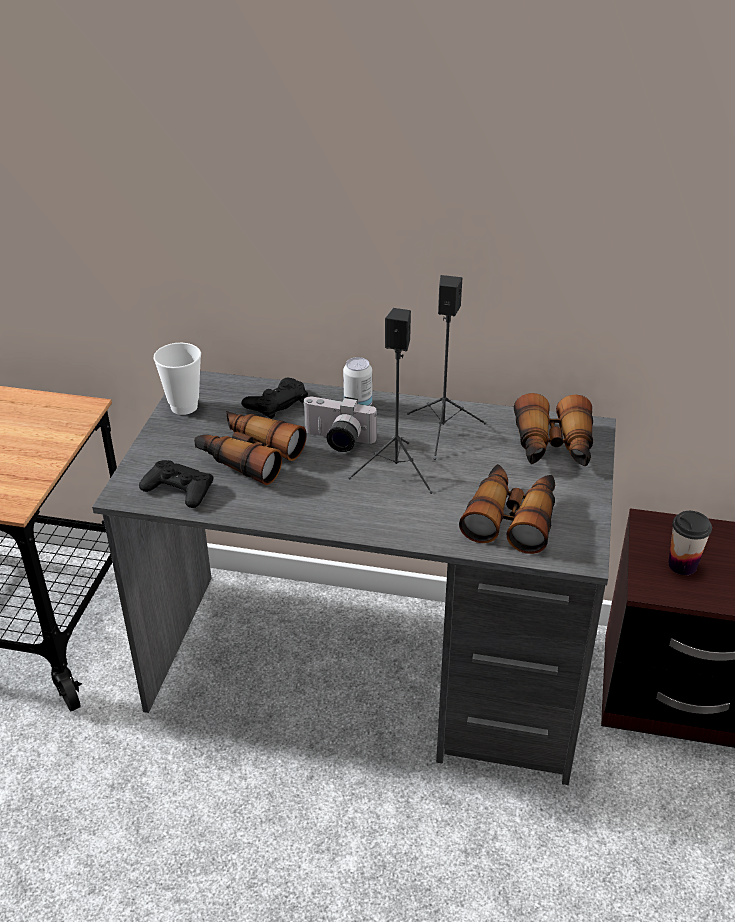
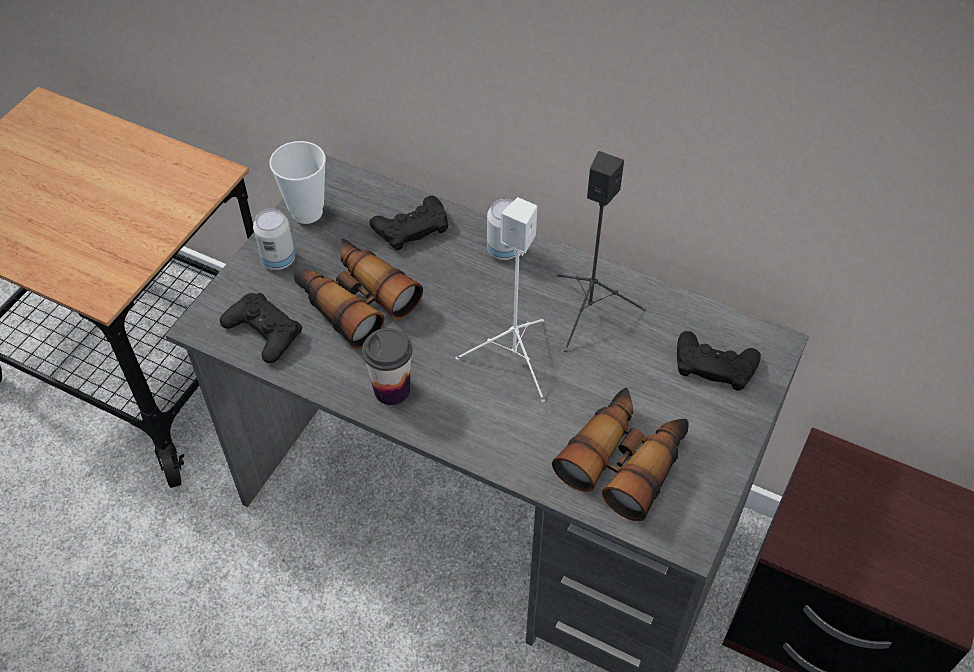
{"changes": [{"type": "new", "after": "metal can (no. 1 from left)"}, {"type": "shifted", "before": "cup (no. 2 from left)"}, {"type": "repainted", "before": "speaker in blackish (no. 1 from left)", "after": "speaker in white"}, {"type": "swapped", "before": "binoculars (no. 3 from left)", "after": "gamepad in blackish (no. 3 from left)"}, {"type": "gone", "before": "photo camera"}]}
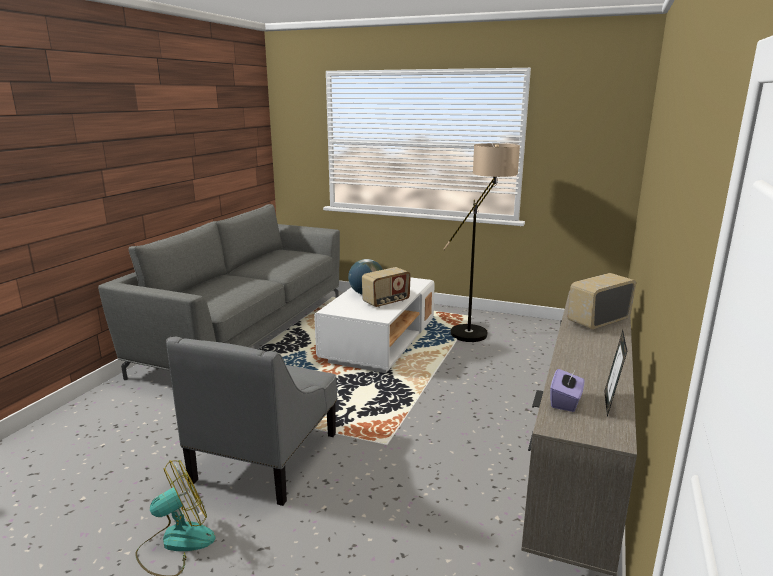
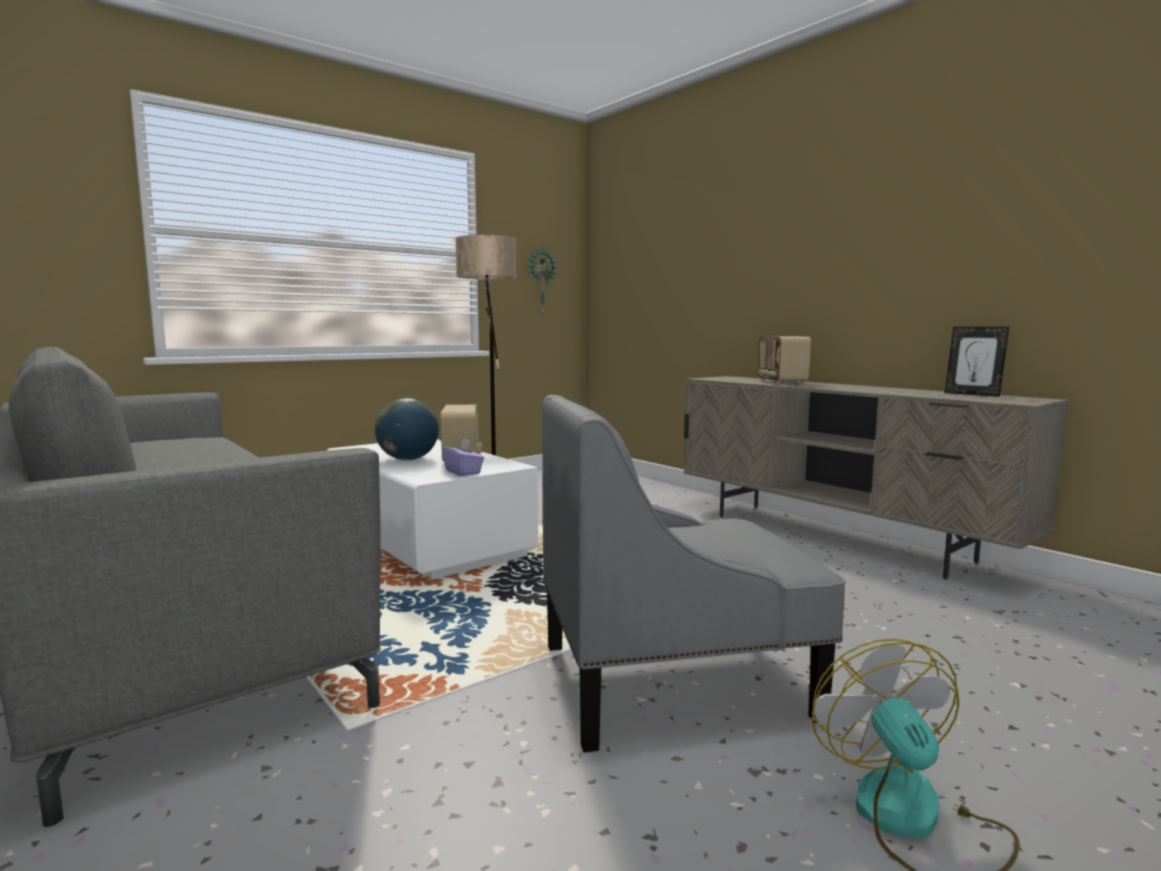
{"changes": [{"type": "shifted", "before": "tissue box in purplish"}, {"type": "new", "after": "wall clock"}, {"type": "rotated", "before": "armchair in gray", "turn": 120}]}
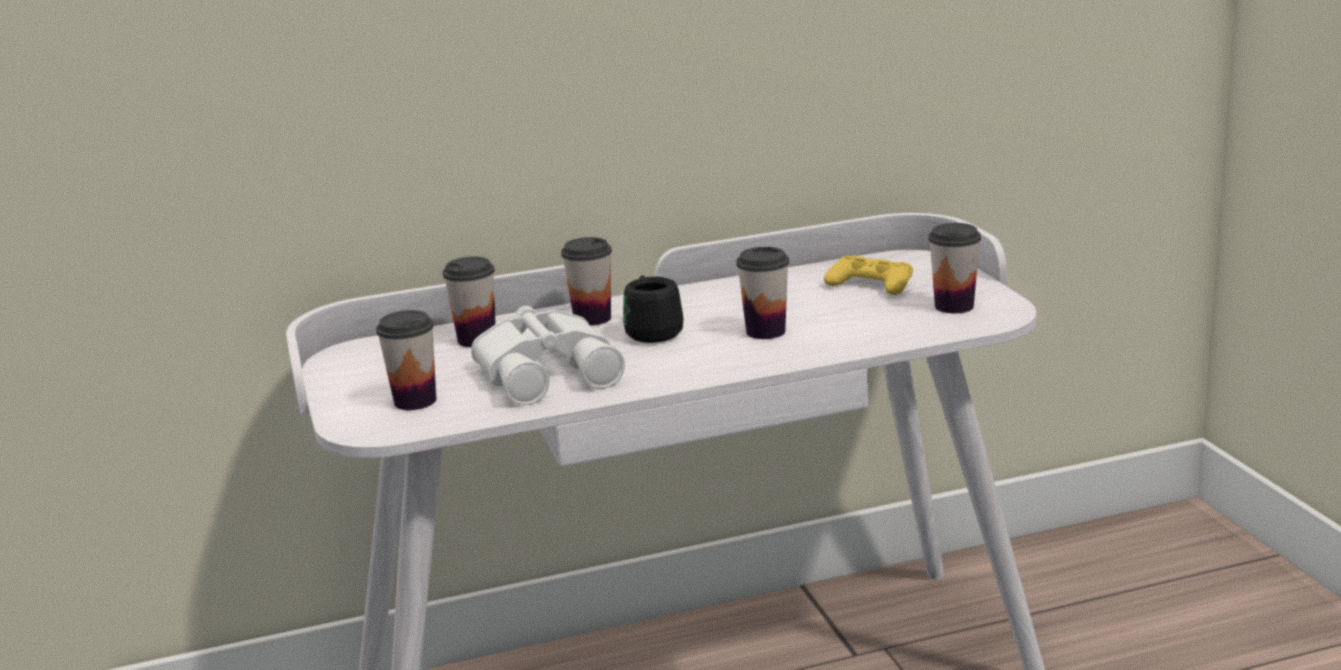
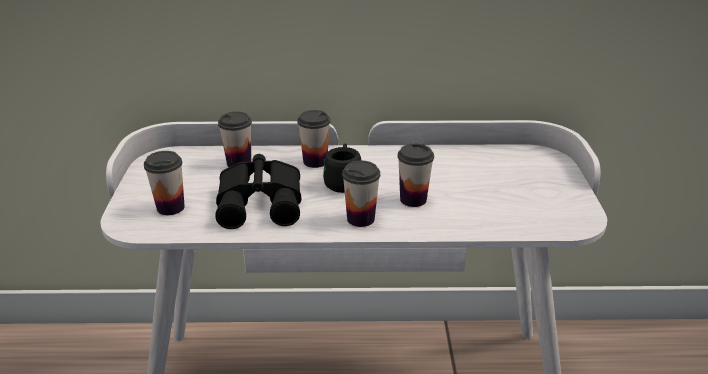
{"changes": [{"type": "repainted", "before": "binoculars in white", "after": "binoculars in blackish"}, {"type": "shifted", "before": "cup (no. 5 from left in the first image)", "after": "cup (no. 4 from left)"}, {"type": "gone", "before": "gamepad in yellow"}]}
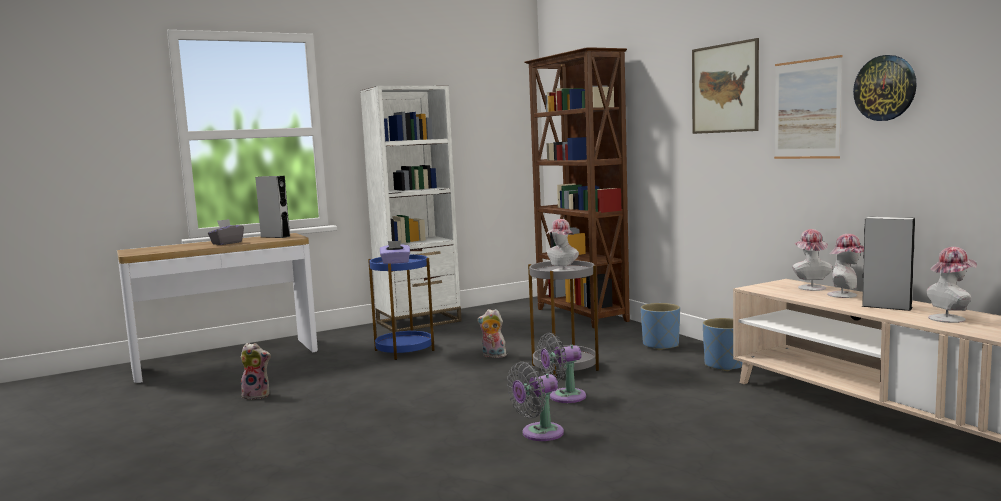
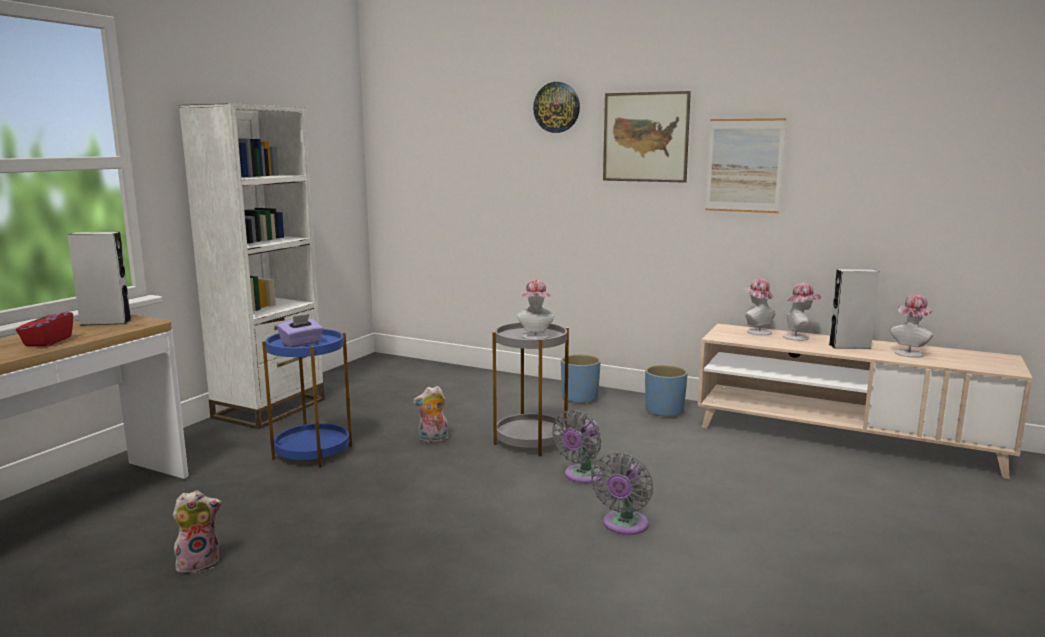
{"changes": [{"type": "repainted", "before": "tissue box in gray", "after": "tissue box in red-coloured"}, {"type": "shifted", "before": "wall clock"}, {"type": "gone", "before": "bookcase in brown-coloured"}]}
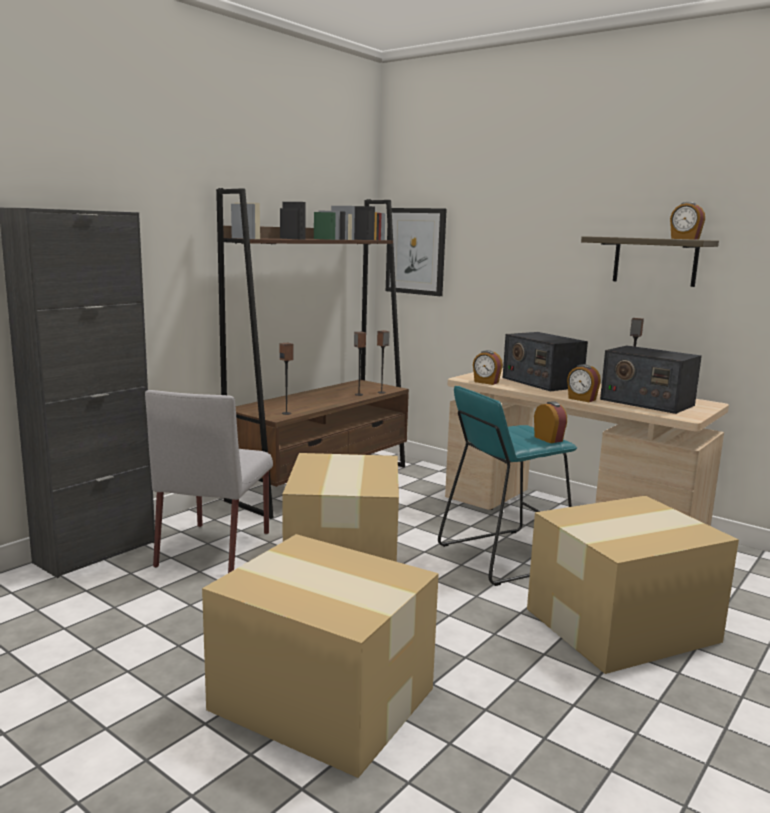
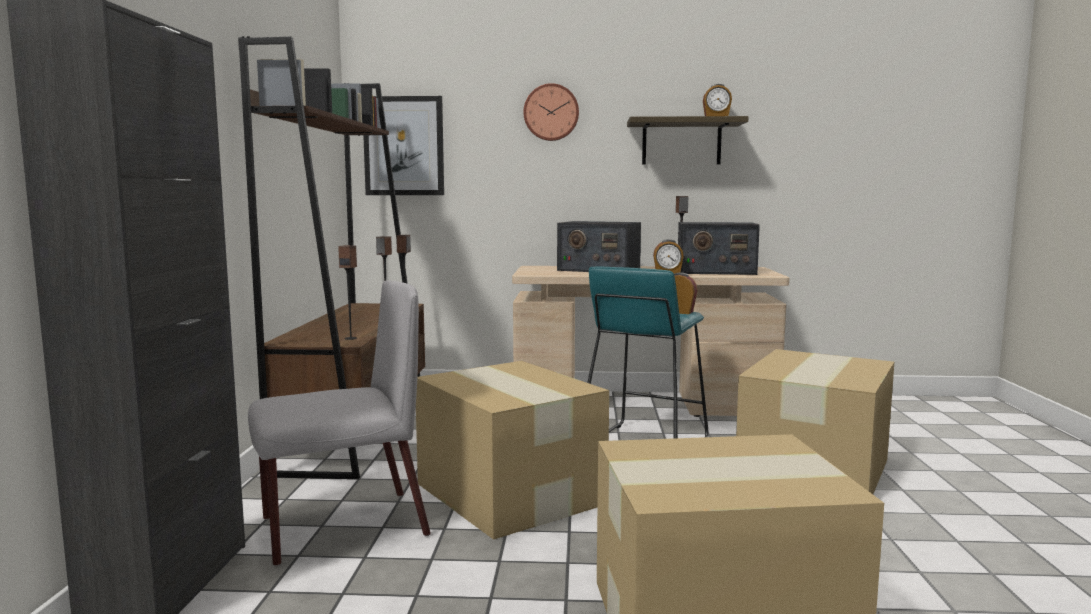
{"changes": [{"type": "rotated", "before": "plain chair in gray", "turn": -90}, {"type": "new", "after": "wall clock"}, {"type": "gone", "before": "table clock (no. 1 from left)"}]}
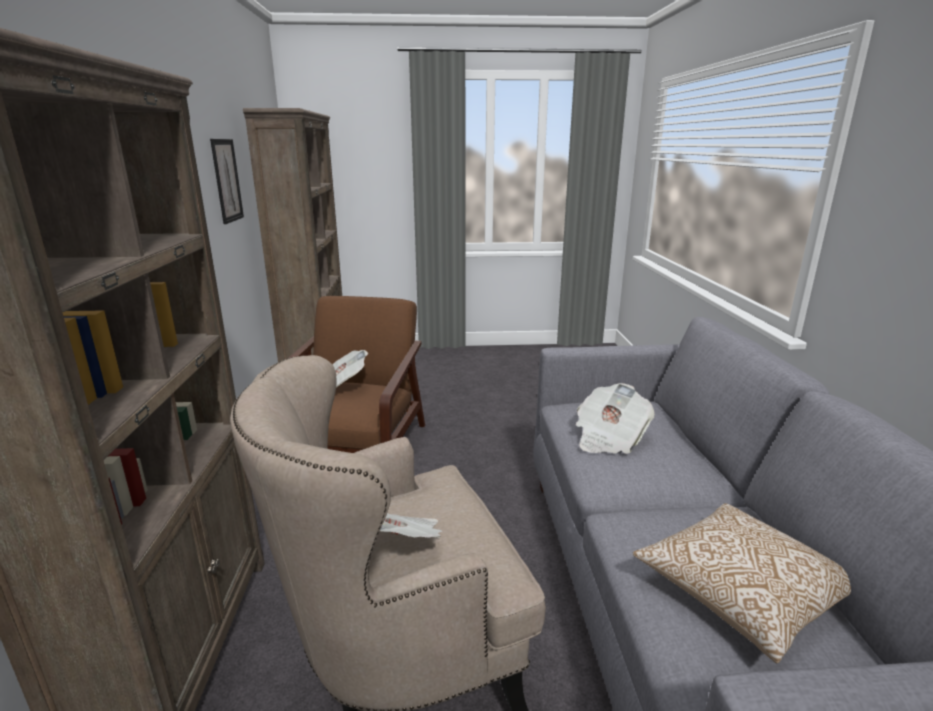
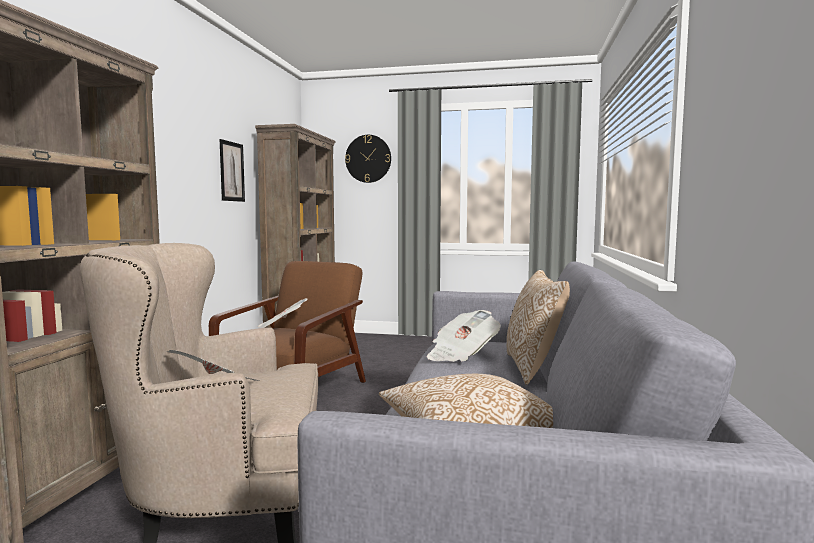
{"changes": [{"type": "new", "after": "wall clock"}, {"type": "new", "after": "throw pillow (no. 2 from left)"}]}
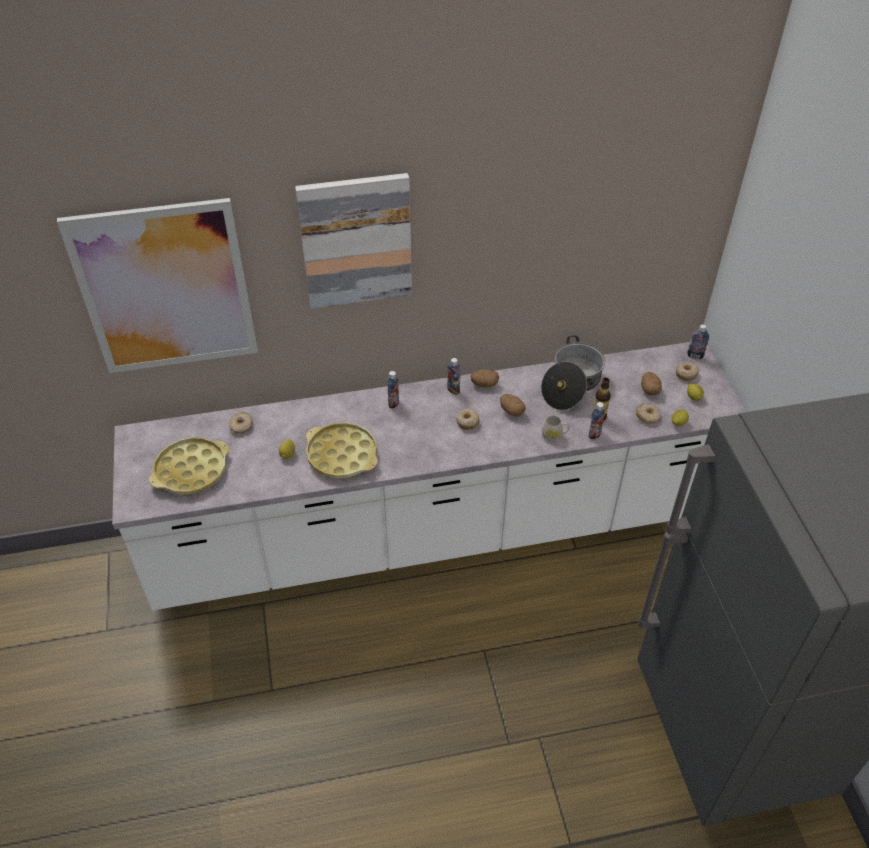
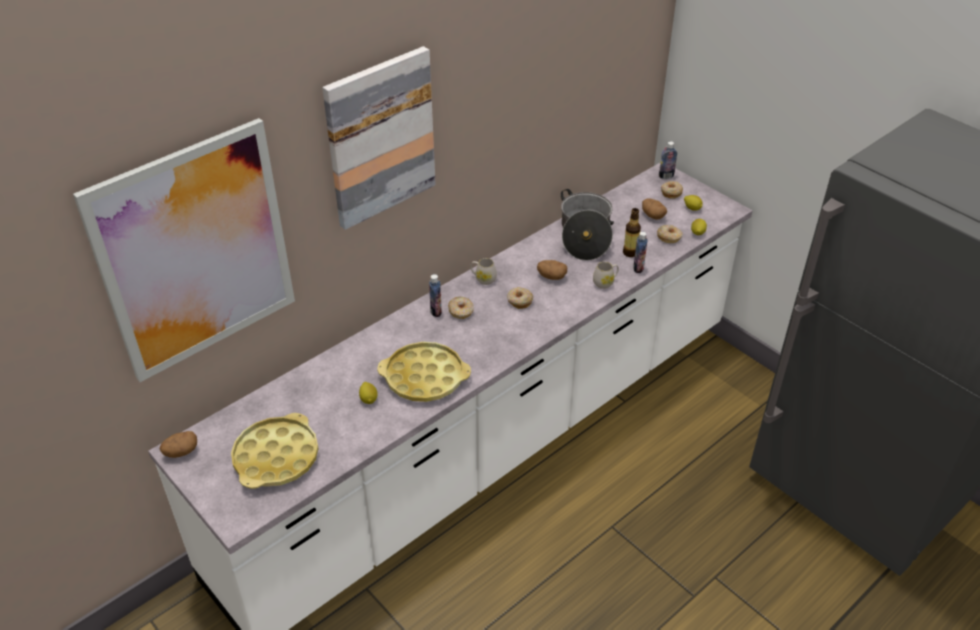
{"changes": [{"type": "shifted", "before": "spud (no. 1 from left)"}, {"type": "shifted", "before": "ring doughnut (no. 1 from left)"}, {"type": "swapped", "before": "drink bottle (no. 2 from left)", "after": "tea mug in white (no. 1 from left)"}]}
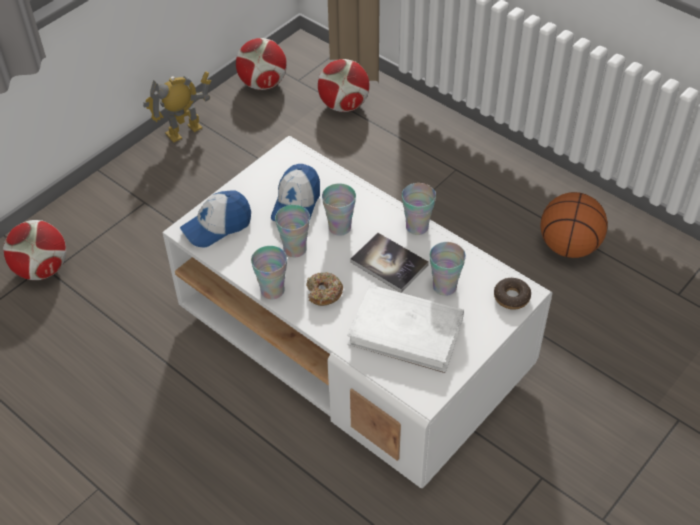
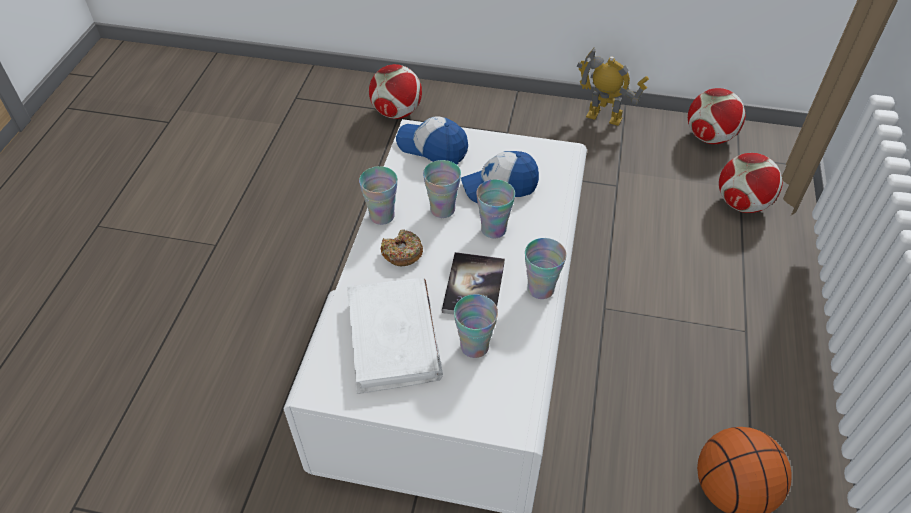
{"changes": [{"type": "gone", "before": "ring doughnut (no. 2 from left)"}]}
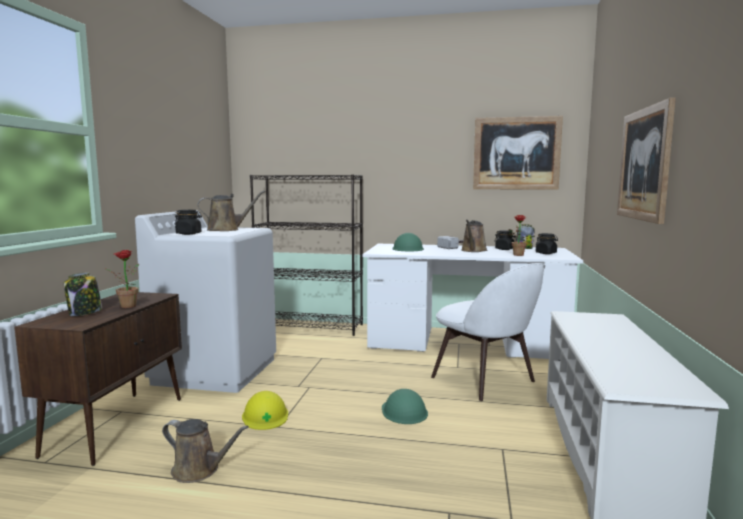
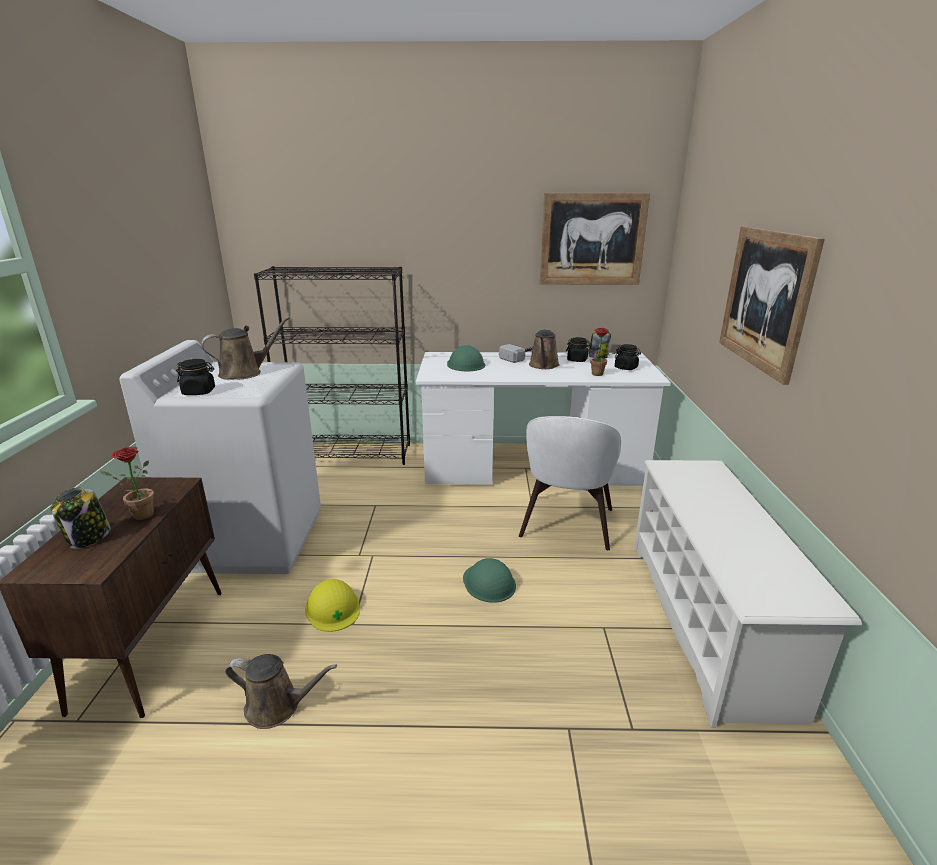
{"changes": [{"type": "rotated", "before": "plain chair in white", "turn": 60}]}
